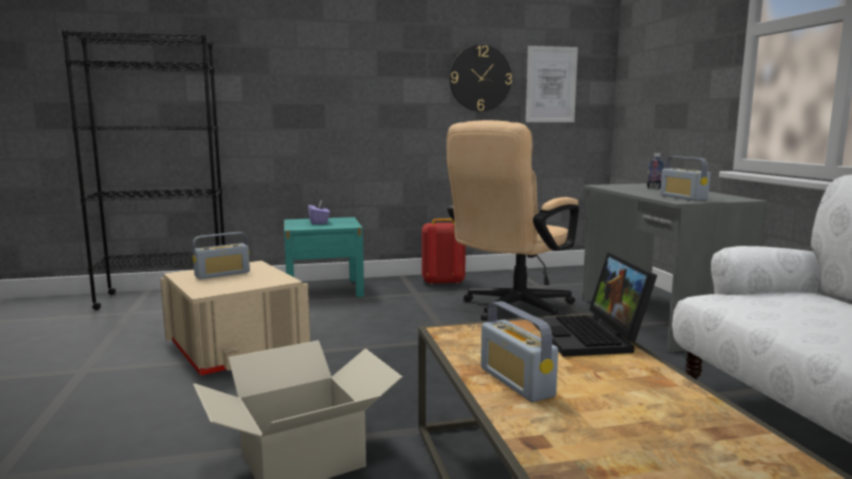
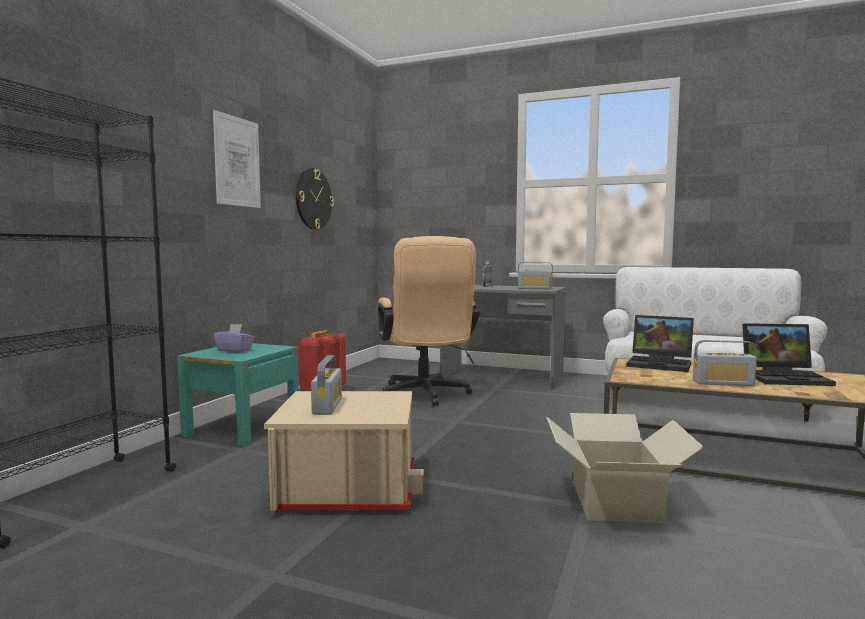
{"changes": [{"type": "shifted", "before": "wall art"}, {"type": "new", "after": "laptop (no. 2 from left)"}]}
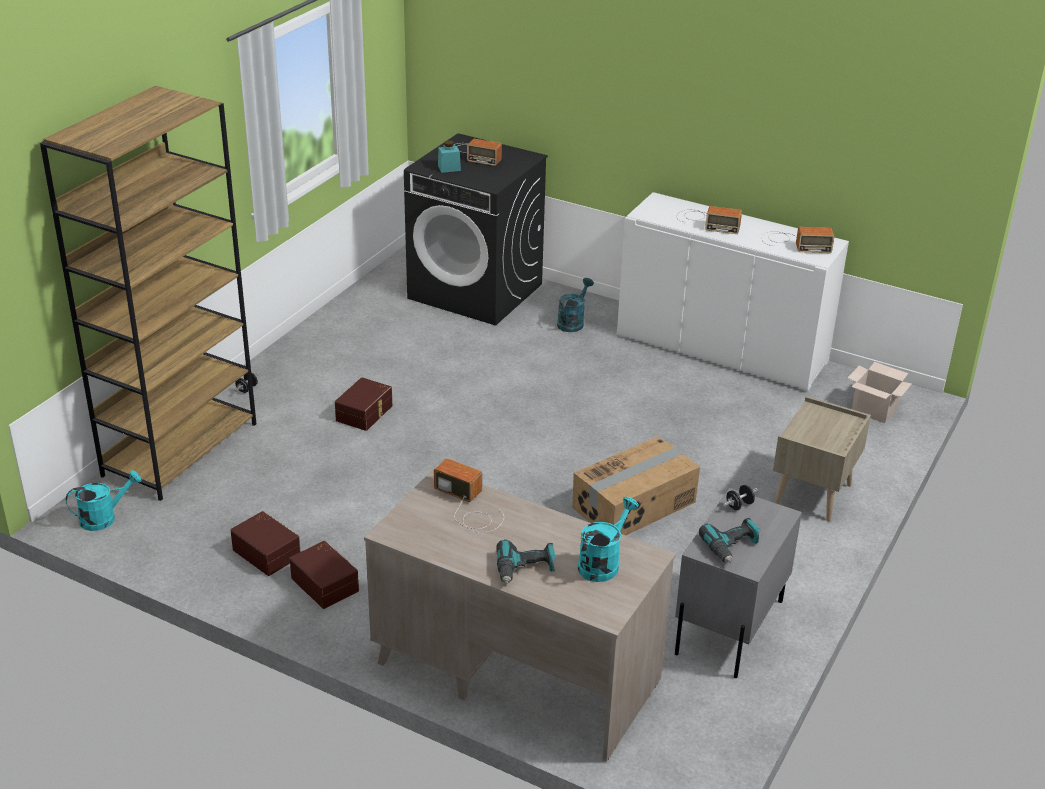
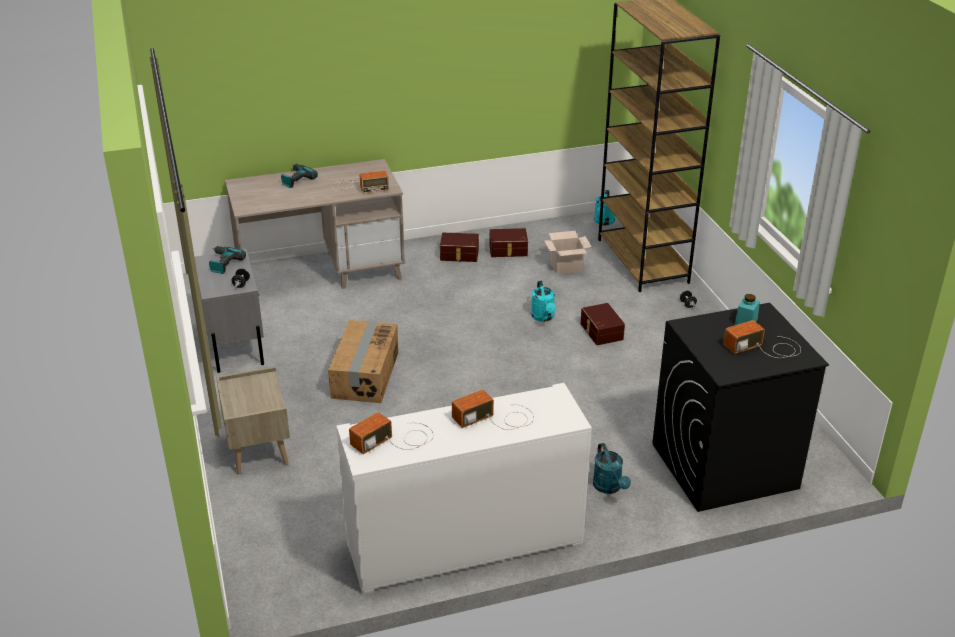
{"changes": [{"type": "shifted", "before": "sprinkling can in turquoise (no. 3 from left in the first image)", "after": "sprinkling can in turquoise (no. 1 from left)"}, {"type": "shifted", "before": "packing box (no. 2 from left)"}]}
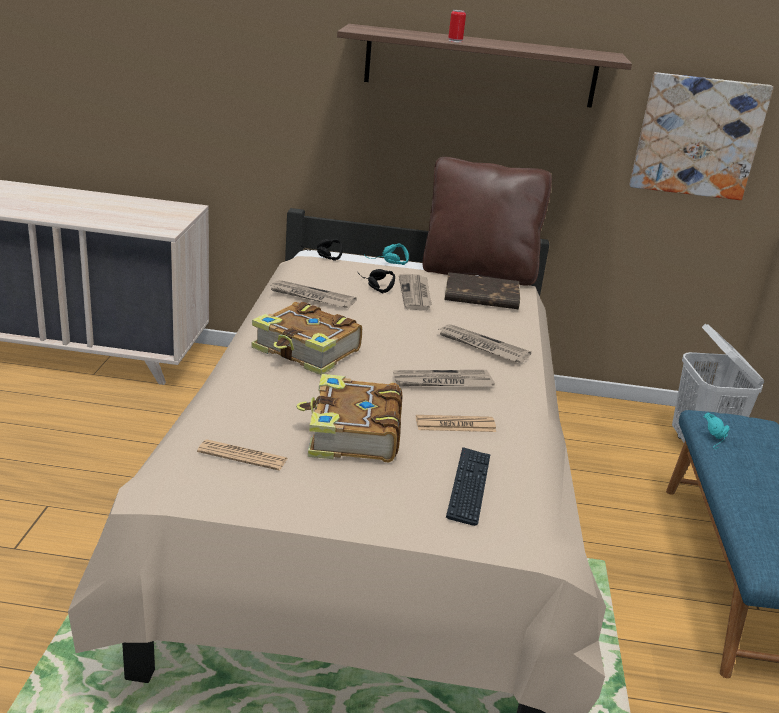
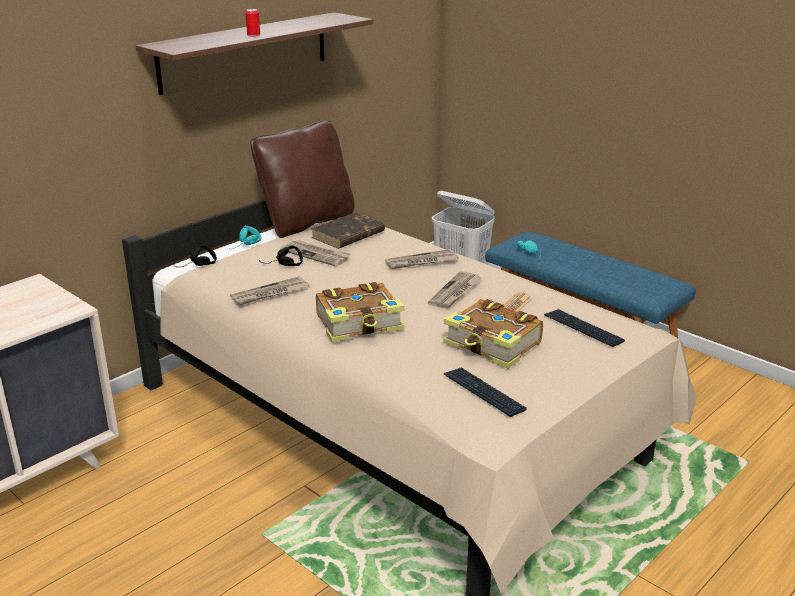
{"changes": [{"type": "swapped", "before": "printed paper (no. 1 from left)", "after": "keyboard (no. 1 from left)"}, {"type": "gone", "before": "wall art"}]}
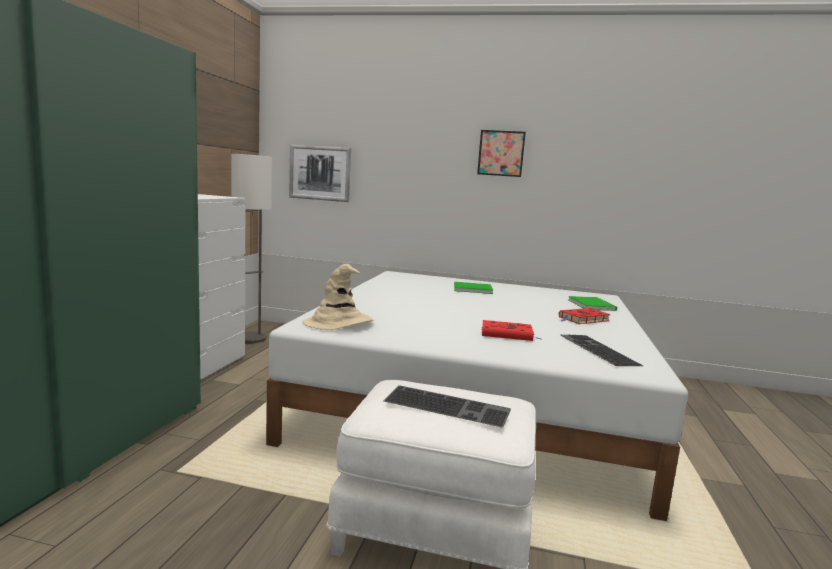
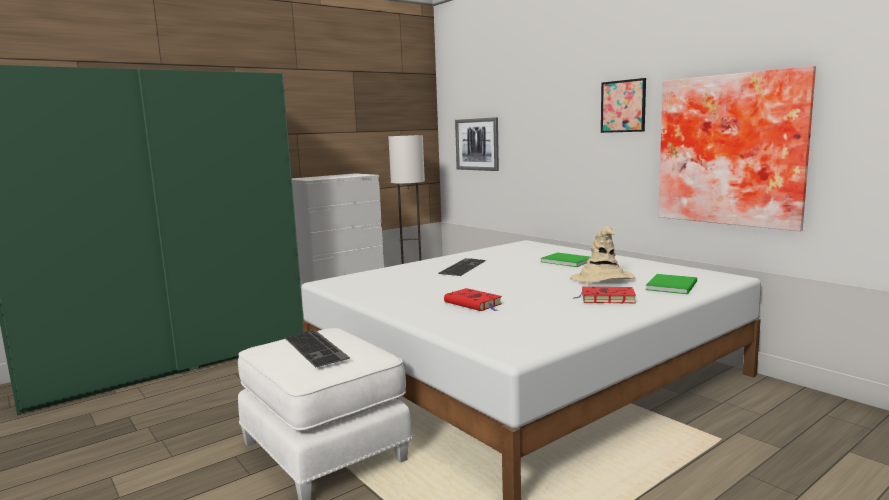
{"changes": [{"type": "shifted", "before": "keyboard (no. 2 from left)"}, {"type": "shifted", "before": "hat in beige-coloured"}, {"type": "new", "after": "wall art (no. 3 from left)"}]}
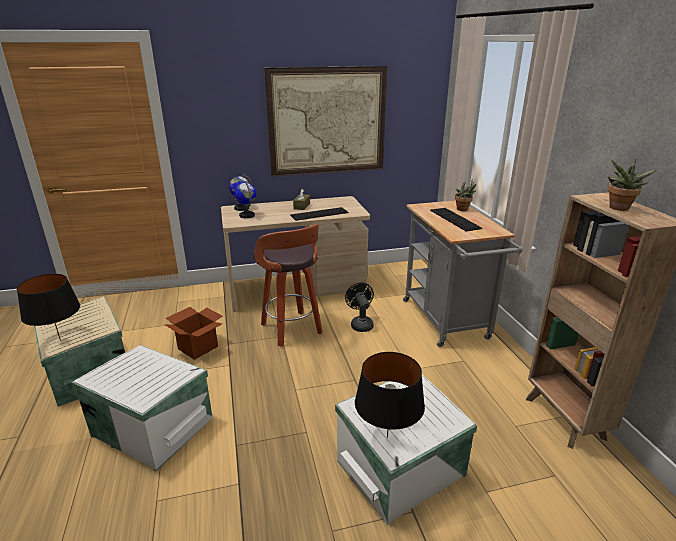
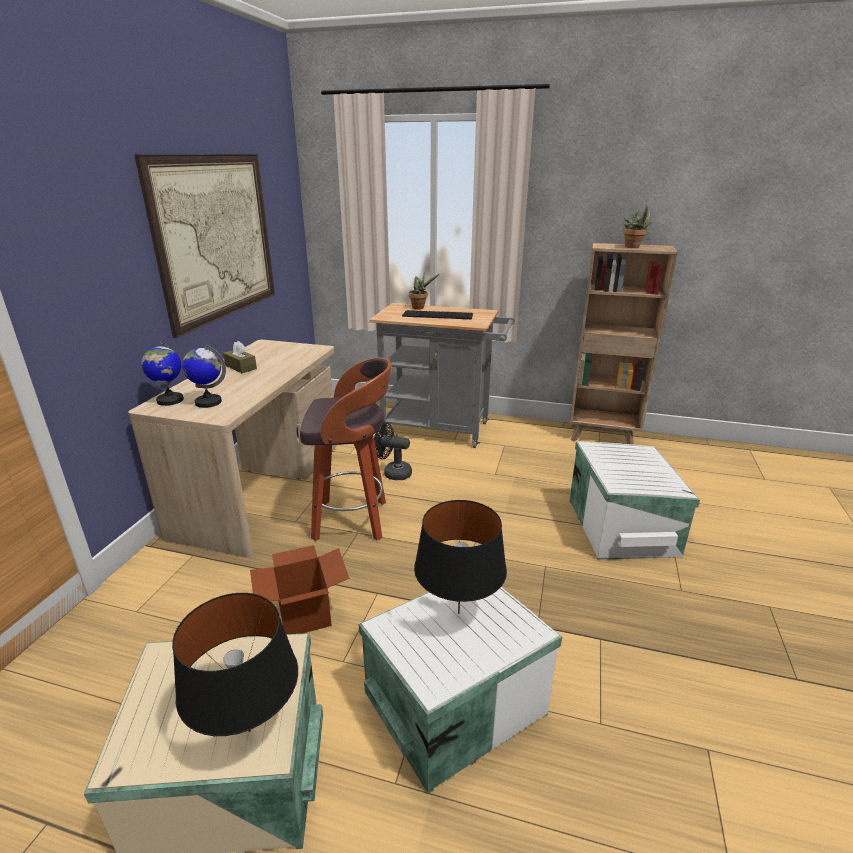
{"changes": [{"type": "shifted", "before": "table lamp in blackish (no. 2 from left)"}, {"type": "gone", "before": "keyboard (no. 1 from left)"}]}
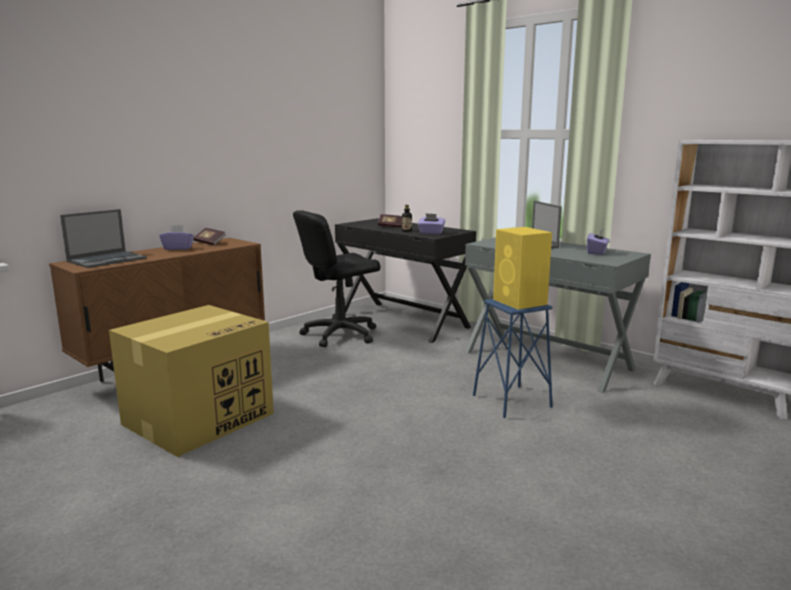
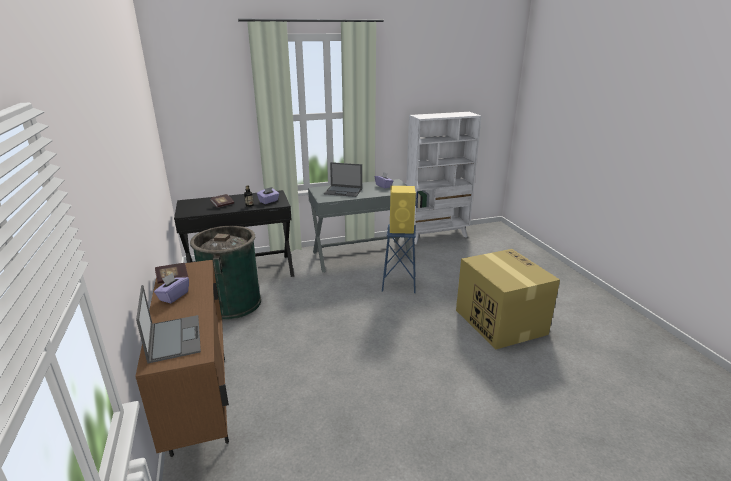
{"changes": [{"type": "swapped", "before": "office chair in blackish", "after": "waste bin in green"}, {"type": "shifted", "before": "packing box"}]}
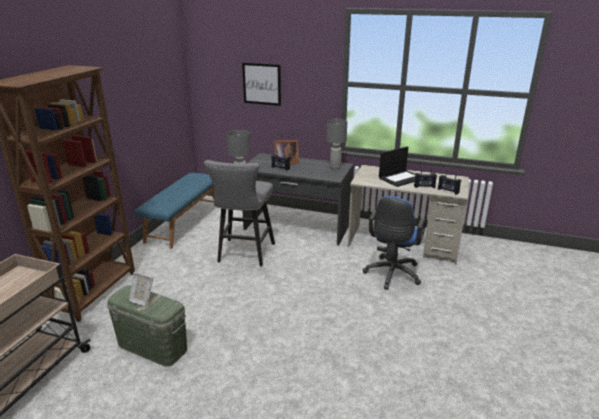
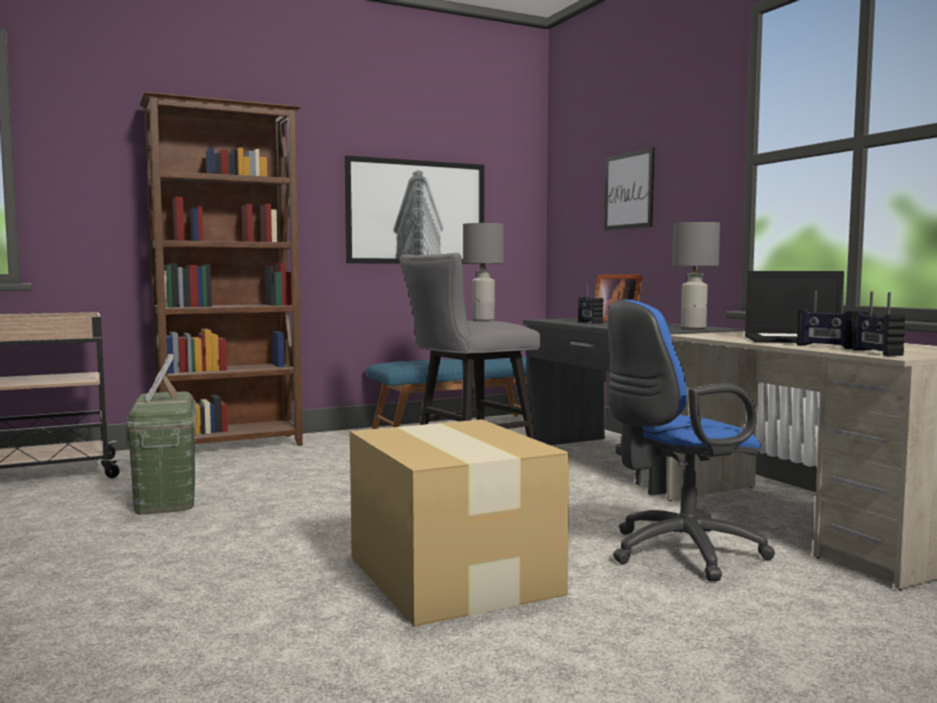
{"changes": [{"type": "new", "after": "wall art (no. 1 from left)"}, {"type": "new", "after": "packing box"}]}
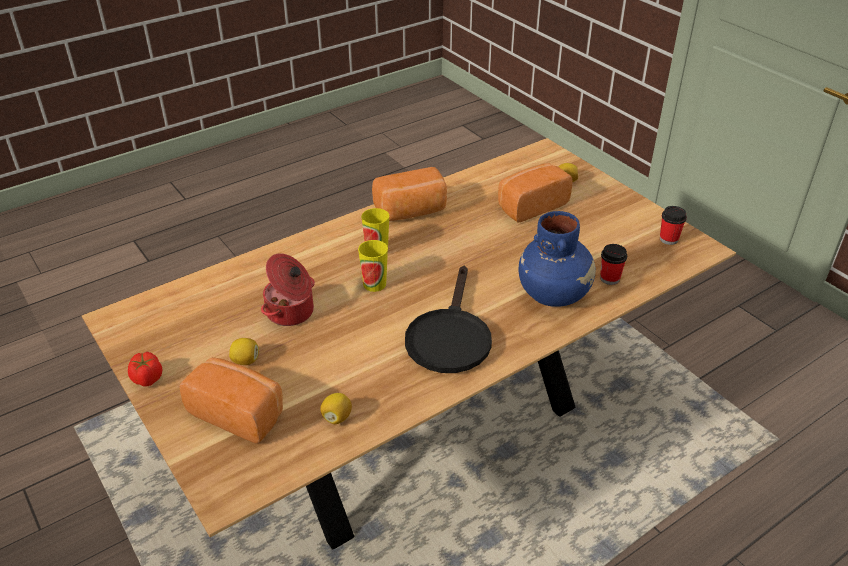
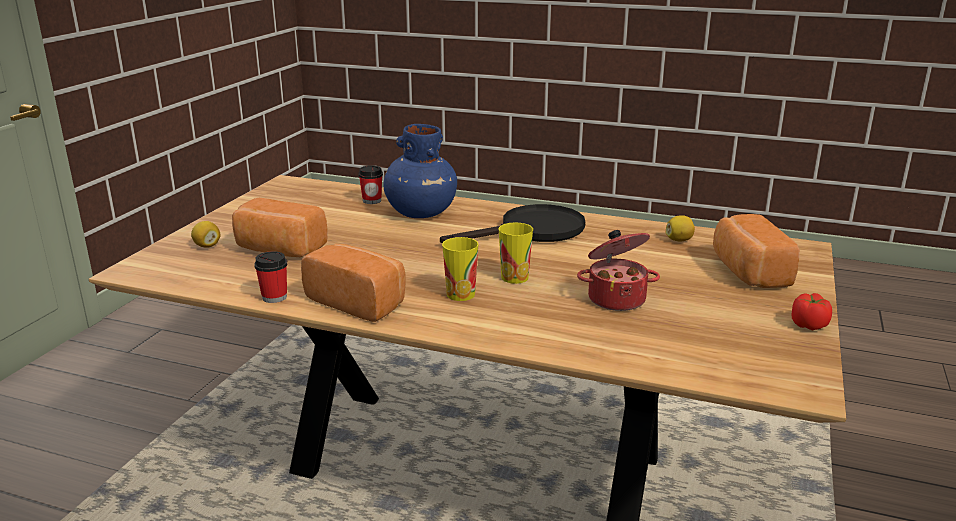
{"changes": [{"type": "shifted", "before": "cup (no. 4 from left in the first image)", "after": "cup (no. 1 from left)"}, {"type": "gone", "before": "citrus fruit (no. 1 from left)"}]}
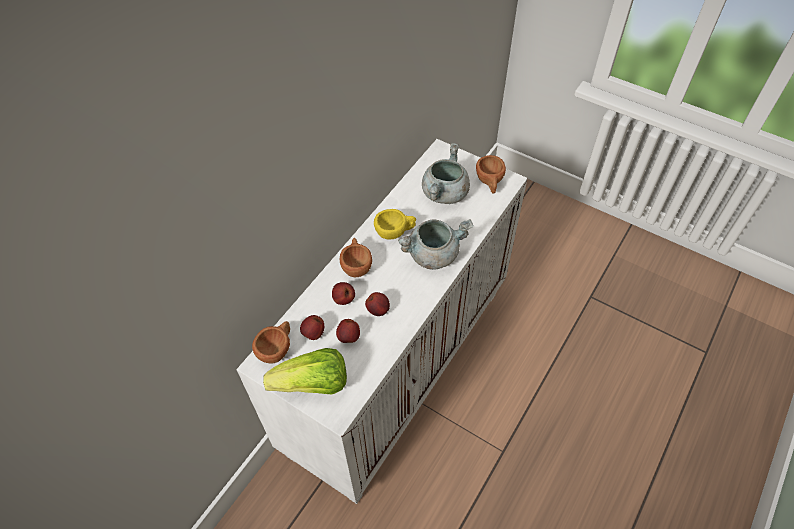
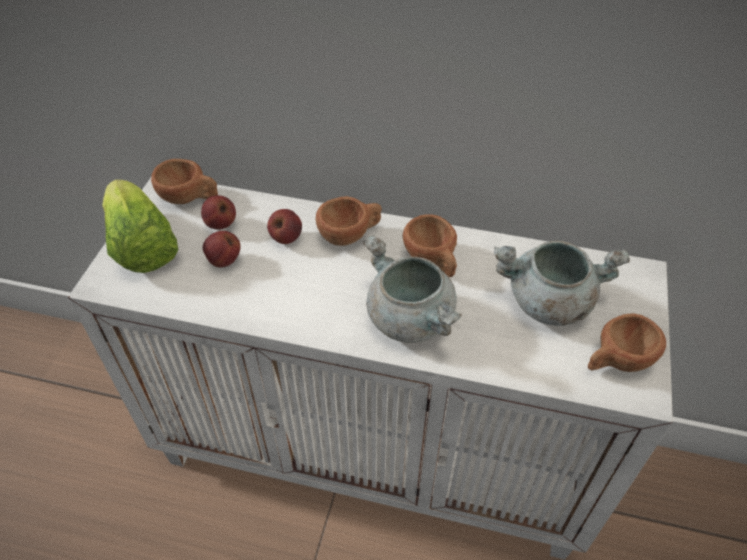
{"changes": [{"type": "repainted", "before": "cup in yellow", "after": "cup in brown-coloured (no. 3 from left)"}, {"type": "gone", "before": "apple fruit (no. 4 from left)"}]}
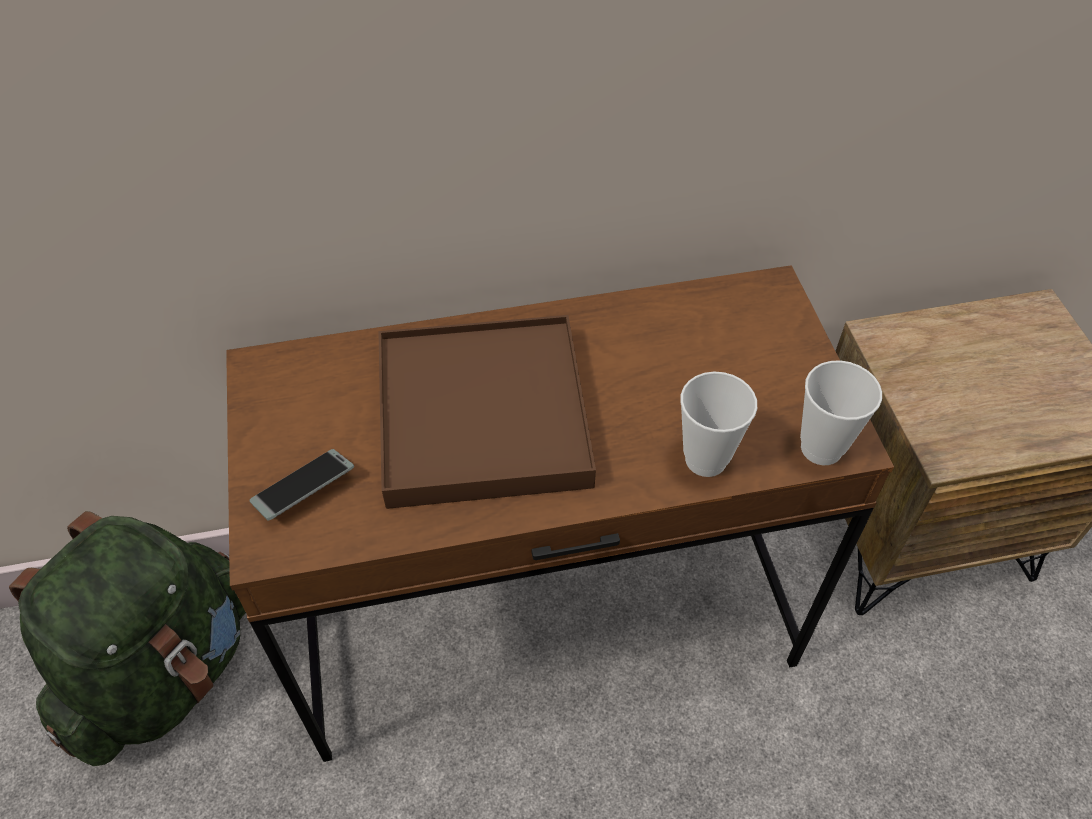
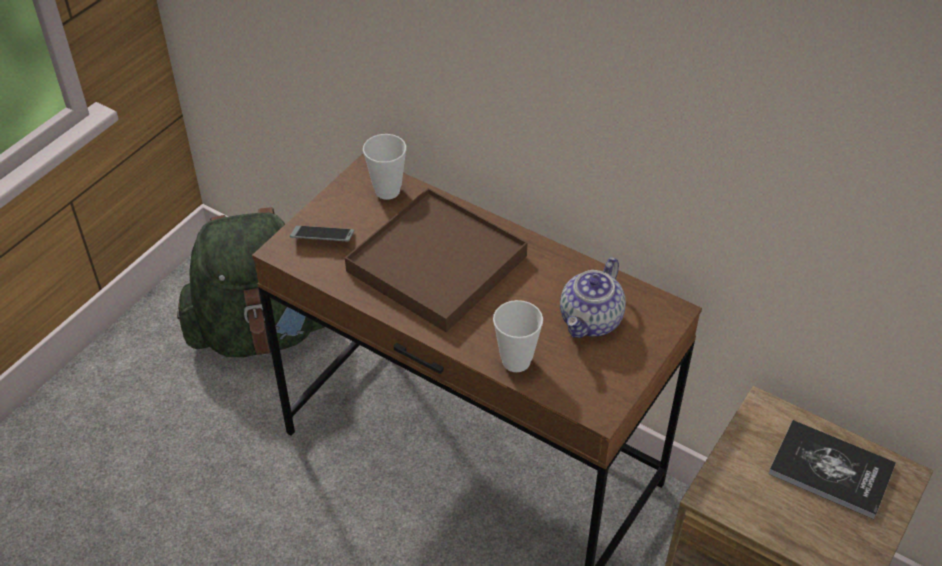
{"changes": [{"type": "shifted", "before": "cup (no. 2 from left in the first image)", "after": "cup (no. 1 from left)"}, {"type": "new", "after": "pot for tea"}, {"type": "new", "after": "bound book"}]}
